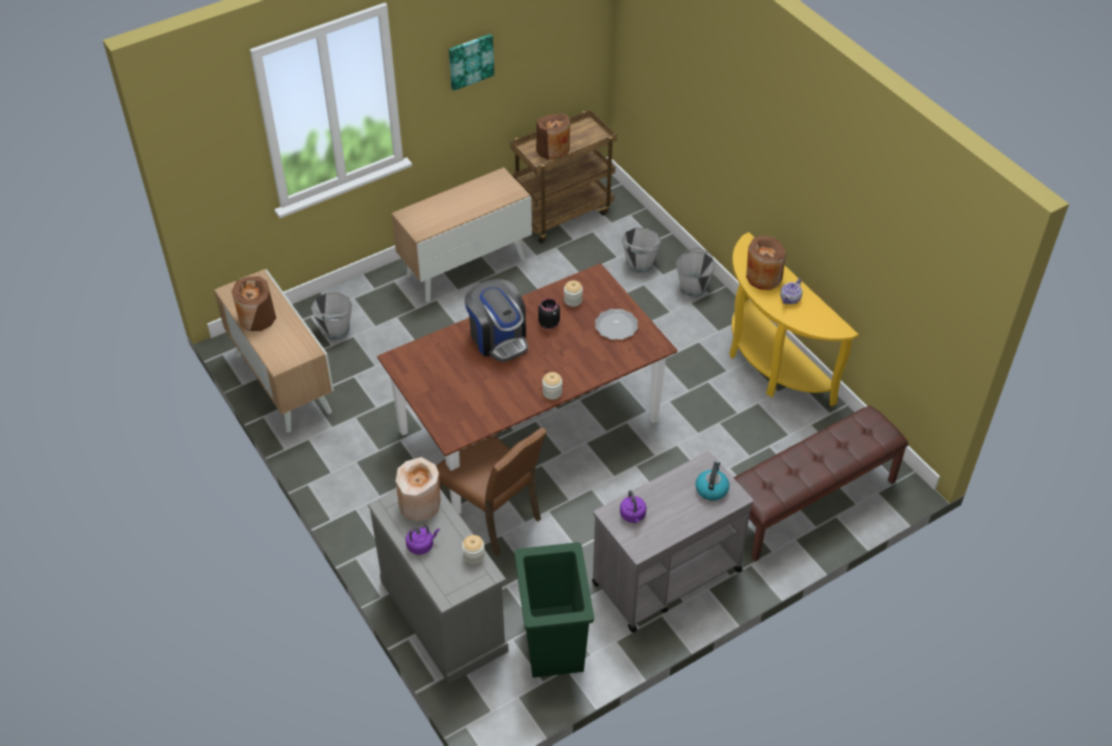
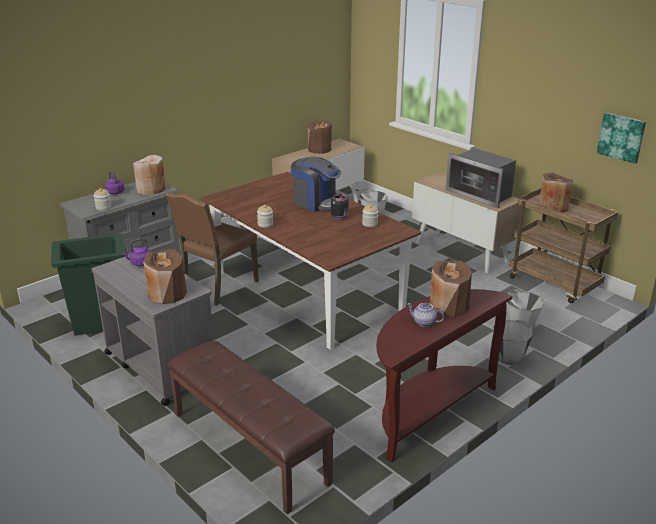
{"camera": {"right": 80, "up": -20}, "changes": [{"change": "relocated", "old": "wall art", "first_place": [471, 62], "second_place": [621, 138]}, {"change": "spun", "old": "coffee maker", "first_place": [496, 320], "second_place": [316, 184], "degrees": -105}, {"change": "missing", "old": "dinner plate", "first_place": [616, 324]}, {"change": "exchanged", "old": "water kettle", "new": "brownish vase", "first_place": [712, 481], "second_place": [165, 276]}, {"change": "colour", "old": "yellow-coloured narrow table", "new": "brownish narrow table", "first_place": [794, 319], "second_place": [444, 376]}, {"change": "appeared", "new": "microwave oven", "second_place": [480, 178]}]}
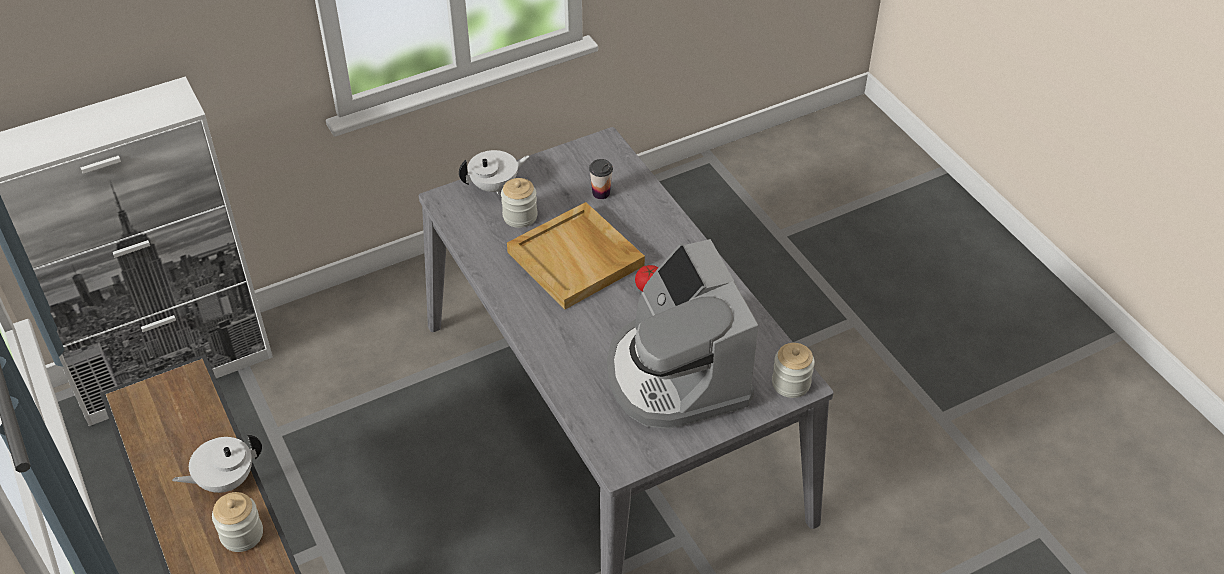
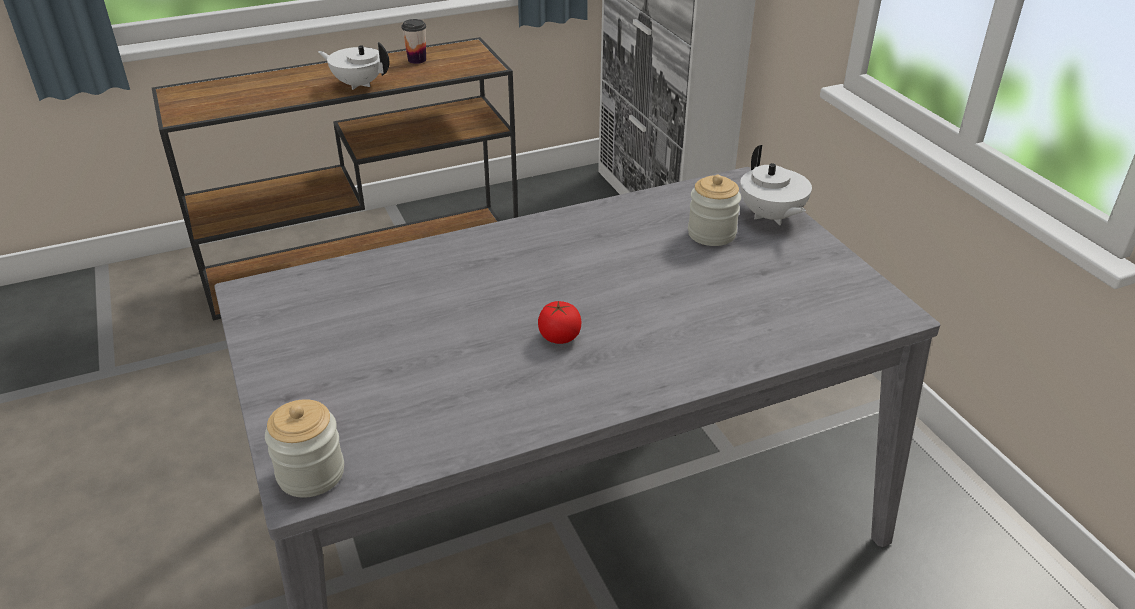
{"camera": {"right": 95, "up": -10}, "changes": [{"change": "spun", "old": "white-coloured tea pot", "first_place": [217, 464], "second_place": [354, 66], "degrees": -45}, {"change": "missing", "old": "preserve jar", "first_place": [237, 522]}, {"change": "missing", "old": "beige tray", "first_place": [576, 256]}, {"change": "relocated", "old": "small cup", "first_place": [601, 179], "second_place": [413, 41]}, {"change": "missing", "old": "coffee maker", "first_place": [682, 334]}]}
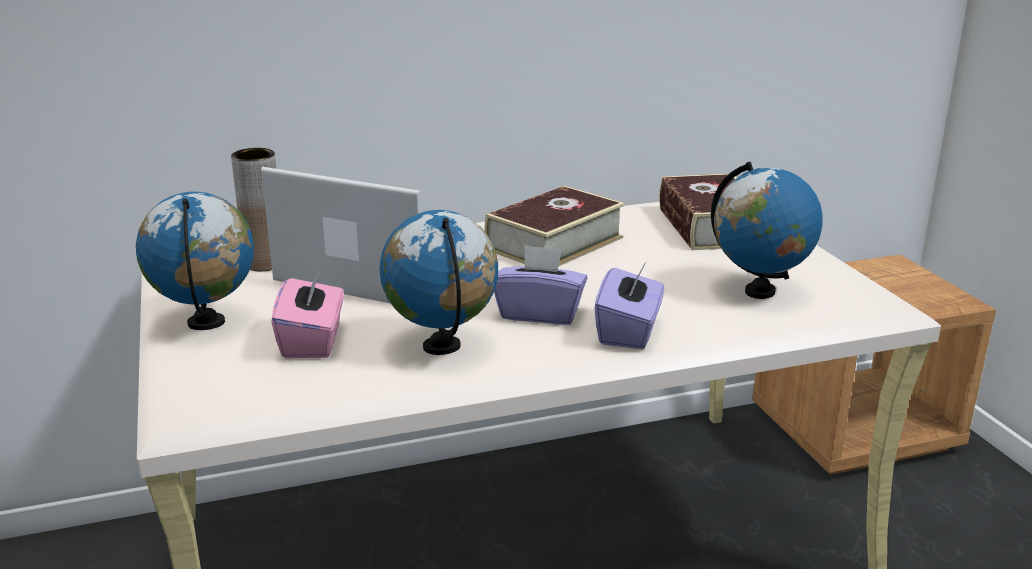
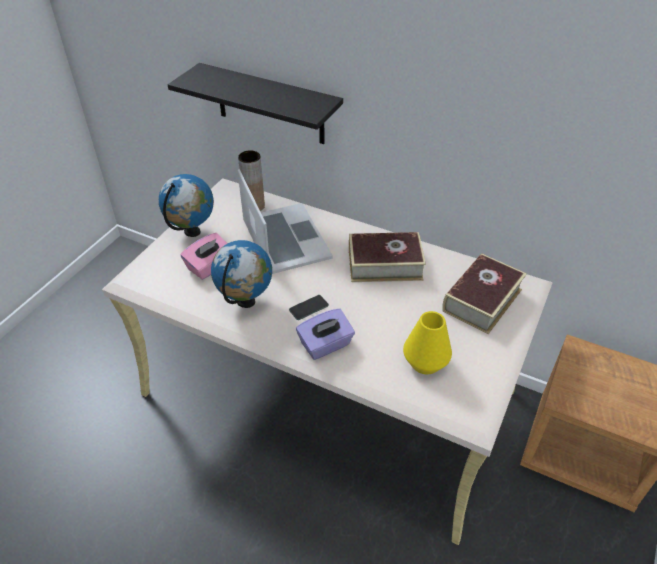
{"camera": {"right": 45, "up": 20}, "changes": [{"change": "exchanged", "old": "purple box of tissues", "new": "telephone", "first_place": [540, 285], "second_place": [309, 307]}, {"change": "exchanged", "old": "world globe", "new": "yellow-coloured vase", "first_place": [767, 230], "second_place": [427, 342]}, {"change": "appeared", "new": "black bracket shelf", "second_place": [255, 103]}]}
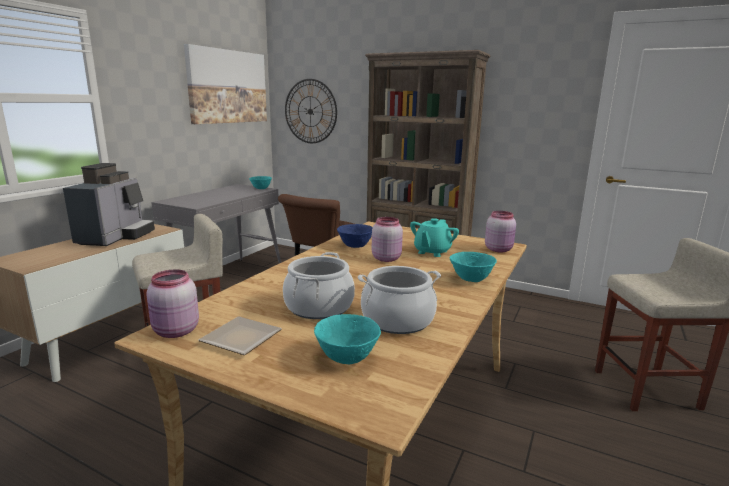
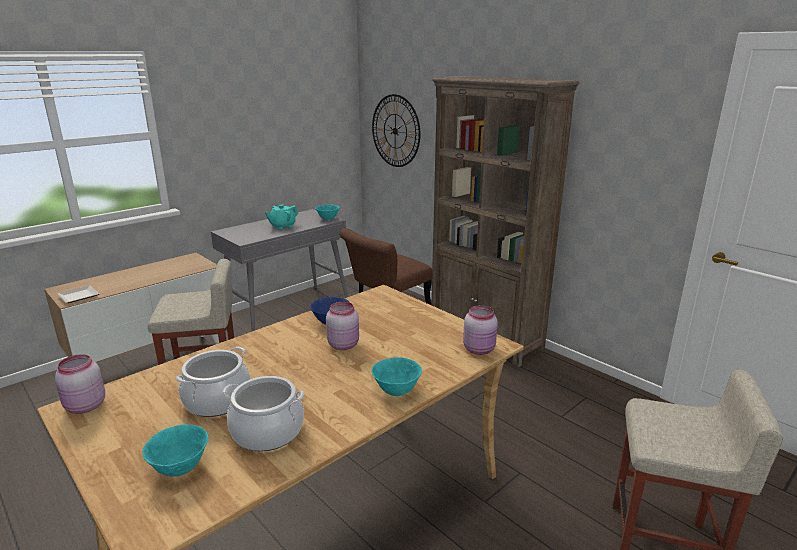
{"camera": {"right": 20, "up": 5}, "changes": [{"change": "missing", "old": "coffee maker", "first_place": [109, 204]}, {"change": "missing", "old": "wall art", "first_place": [225, 84]}, {"change": "relocated", "old": "dinner plate", "first_place": [240, 336], "second_place": [78, 294]}, {"change": "relocated", "old": "blue-green tea pot", "first_place": [434, 237], "second_place": [281, 217]}]}
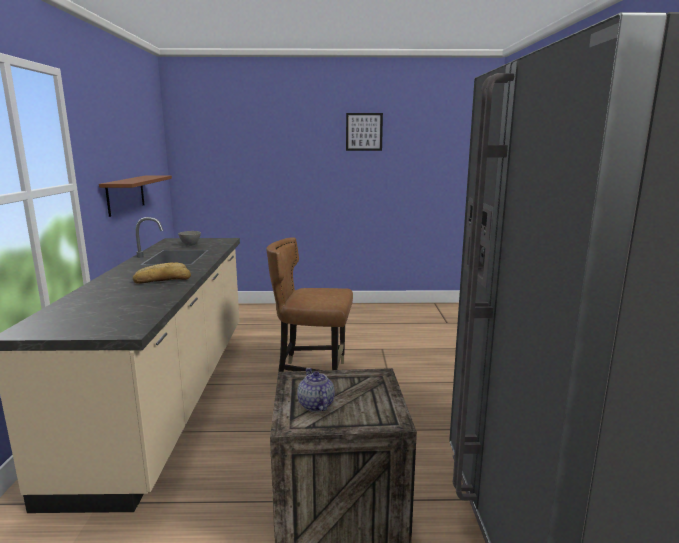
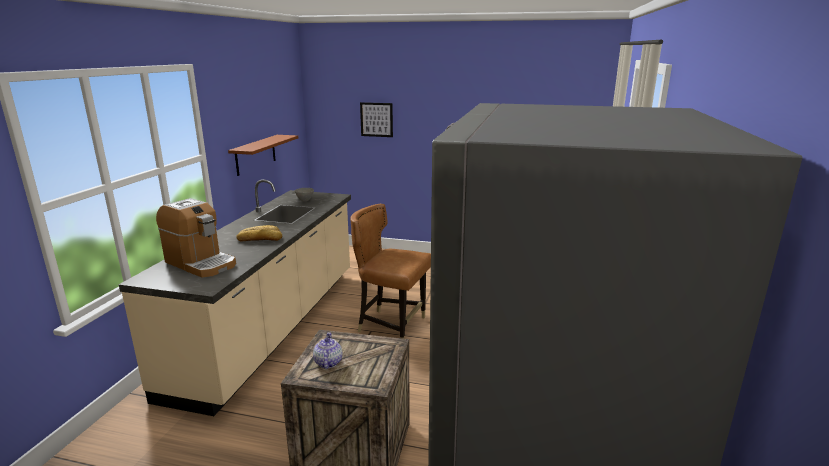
{"camera": {"right": 15, "up": 5}, "changes": [{"change": "relocated", "old": "wall art", "first_place": [364, 132], "second_place": [376, 119]}, {"change": "appeared", "new": "coffee maker", "second_place": [196, 237]}]}
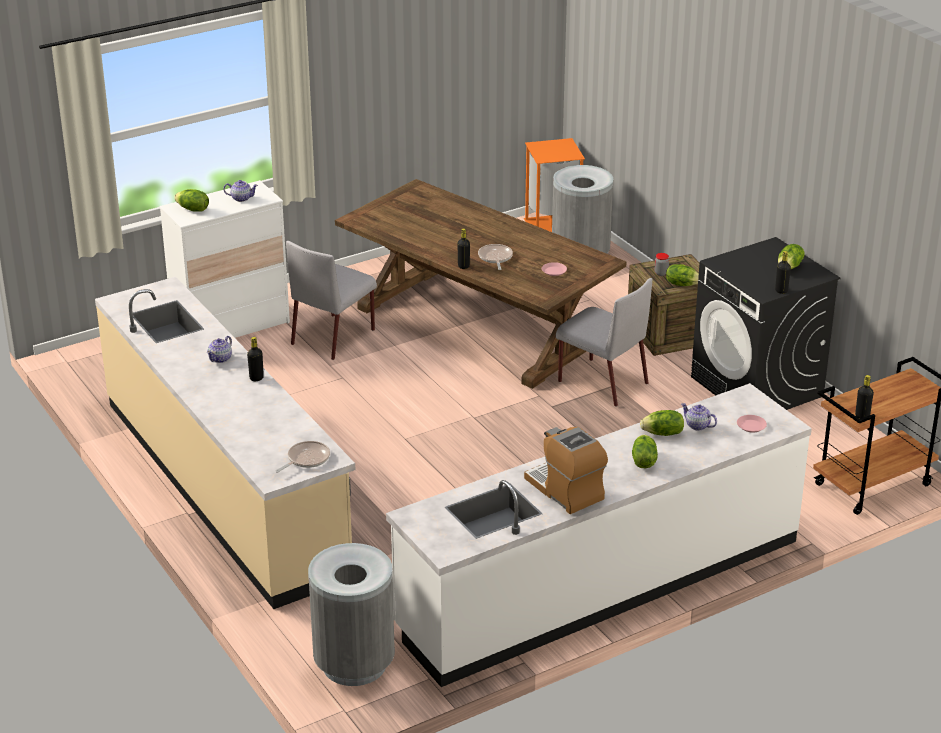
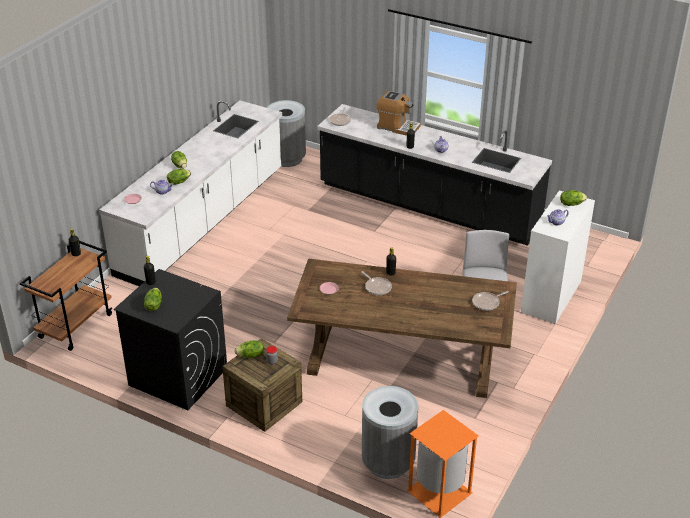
{"camera": {"right": 150, "up": 5}, "changes": [{"change": "colour", "old": "beige counter", "new": "black counter", "first_place": [225, 443], "second_place": [434, 175]}, {"change": "relocated", "old": "coffee maker", "first_place": [566, 470], "second_place": [398, 113]}, {"change": "missing", "old": "gray upright chair", "first_place": [604, 342]}, {"change": "appeared", "new": "skillet", "second_place": [490, 301]}]}
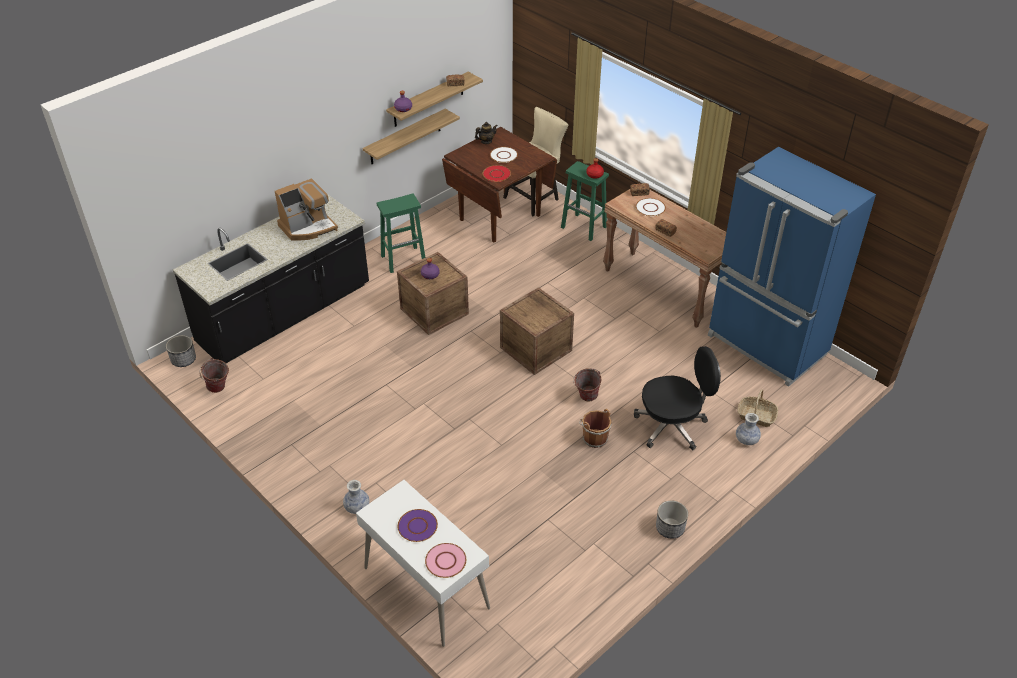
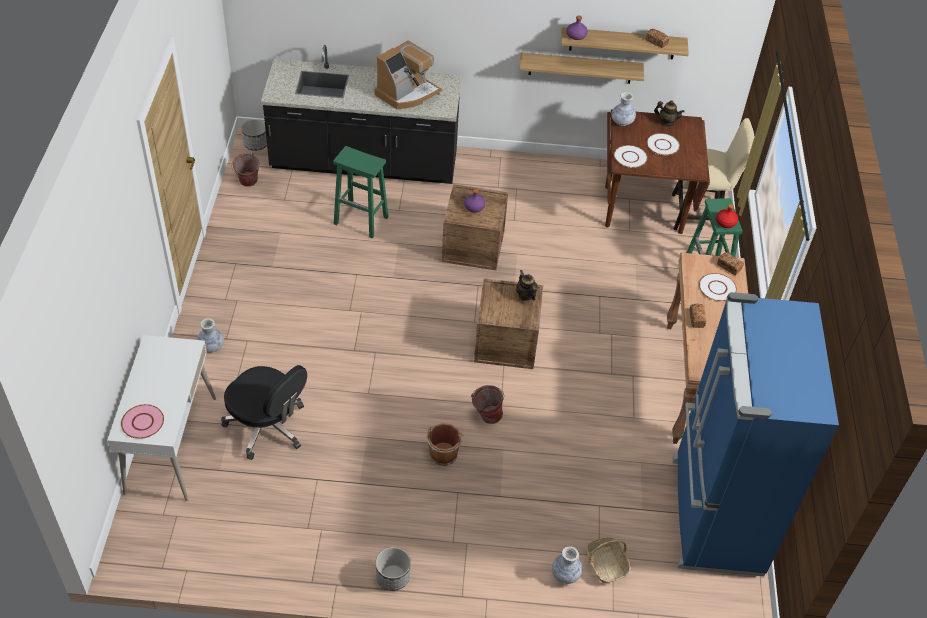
{"camera": {"right": 45, "up": 5}, "changes": [{"change": "spun", "old": "coffee maker", "first_place": [306, 209], "second_place": [408, 74], "degrees": -60}, {"change": "relocated", "old": "greenish sitting stool", "first_place": [401, 233], "second_place": [361, 192]}, {"change": "missing", "old": "purple dinner plate", "first_place": [418, 525]}, {"change": "colour", "old": "red-coloured dinner plate", "new": "white-coloured dinner plate", "first_place": [497, 173], "second_place": [630, 156]}, {"change": "relocated", "old": "black desk chair", "first_place": [677, 398], "second_place": [264, 412]}, {"change": "appeared", "new": "tea pot", "second_place": [527, 285]}, {"change": "appeared", "new": "vase", "second_place": [624, 109]}]}
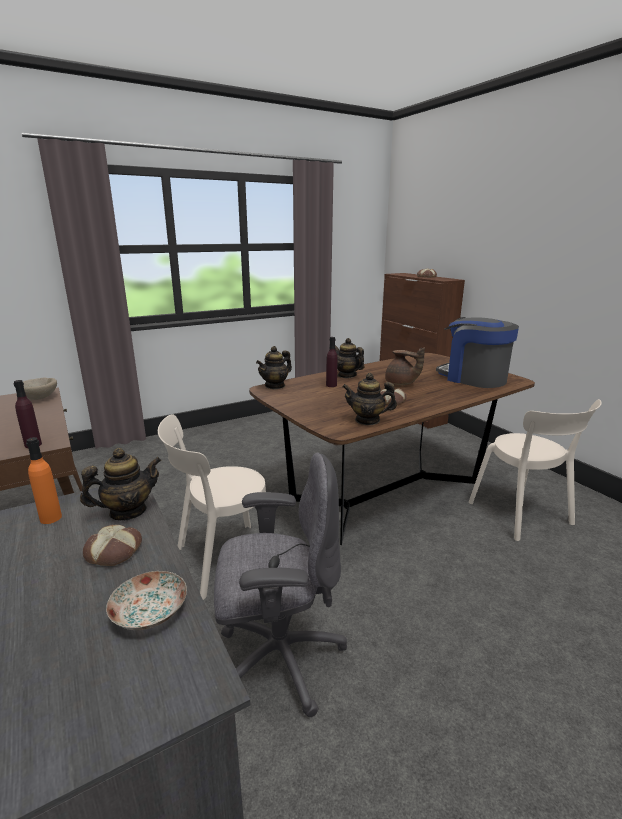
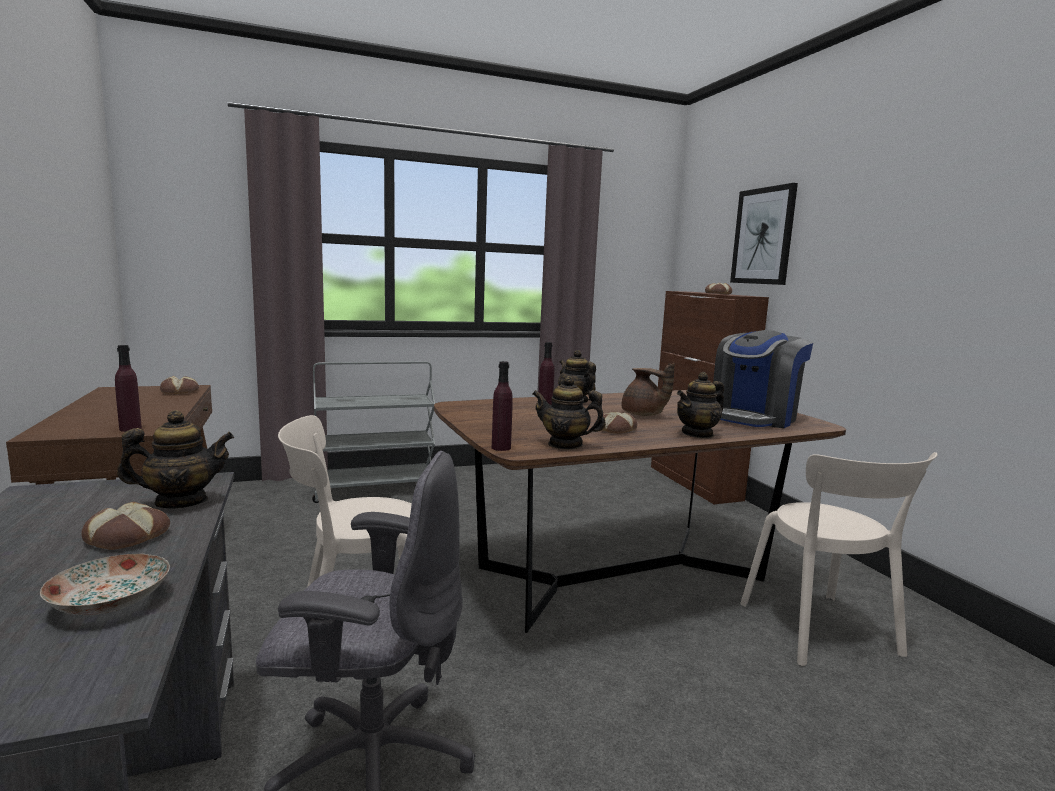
{"camera": {"right": 10, "up": -10}, "changes": [{"change": "exchanged", "old": "beige serving bowl", "new": "bread", "first_place": [40, 389], "second_place": [179, 385]}, {"change": "missing", "old": "orangey beverage bottle", "first_place": [44, 480]}, {"change": "relocated", "old": "tea pot", "first_place": [274, 367], "second_place": [700, 405]}, {"change": "spun", "old": "coffee maker", "first_place": [477, 352], "second_place": [763, 379], "degrees": -105}, {"change": "appeared", "new": "gray trolley", "second_place": [373, 432]}, {"change": "appeared", "new": "purple beverage bottle", "second_place": [502, 406]}, {"change": "appeared", "new": "wall art", "second_place": [764, 234]}]}
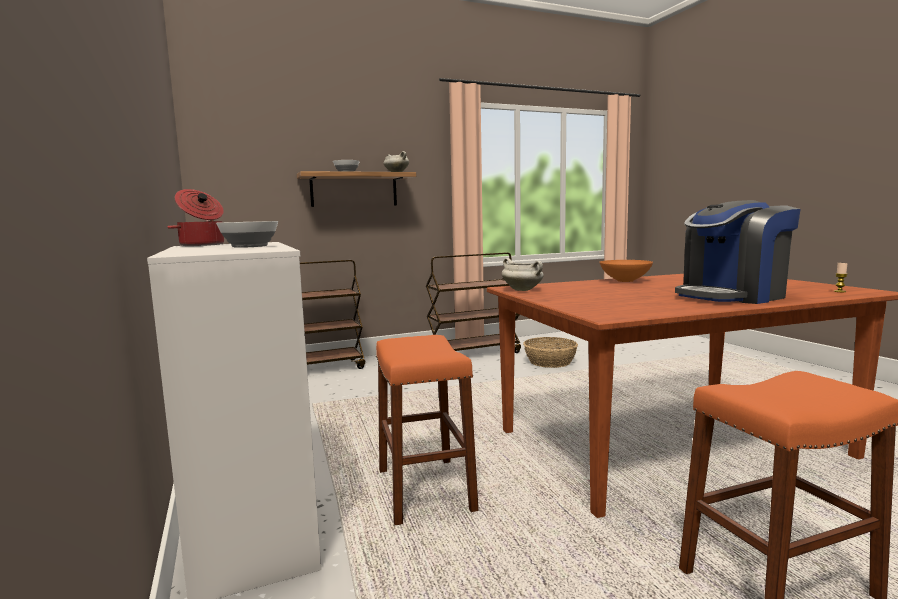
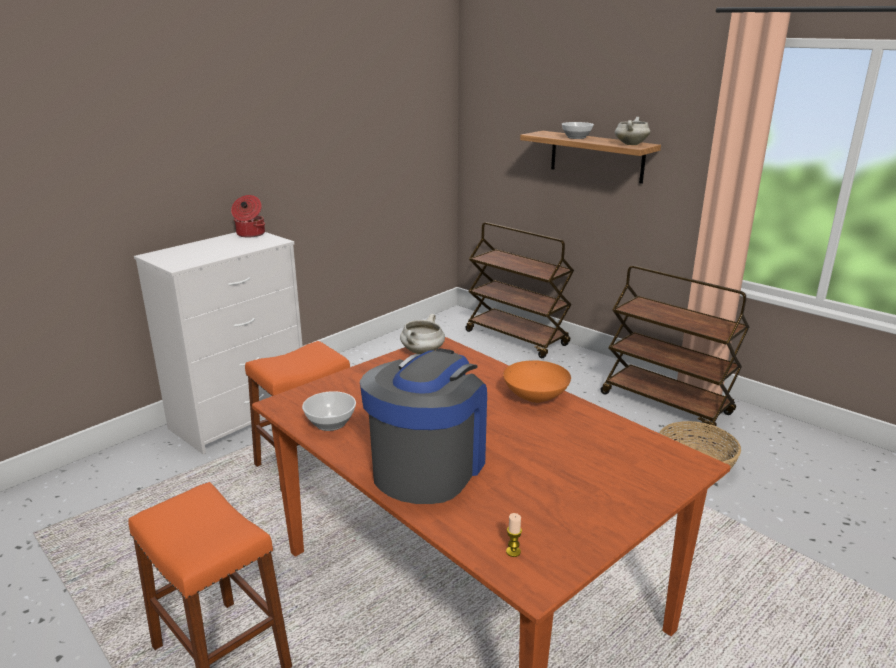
{"camera": {"right": 65, "up": 15}, "changes": [{"change": "relocated", "old": "serving bowl", "first_place": [247, 234], "second_place": [329, 411]}, {"change": "spun", "old": "coffee maker", "first_place": [738, 252], "second_place": [423, 426], "degrees": 75}]}
